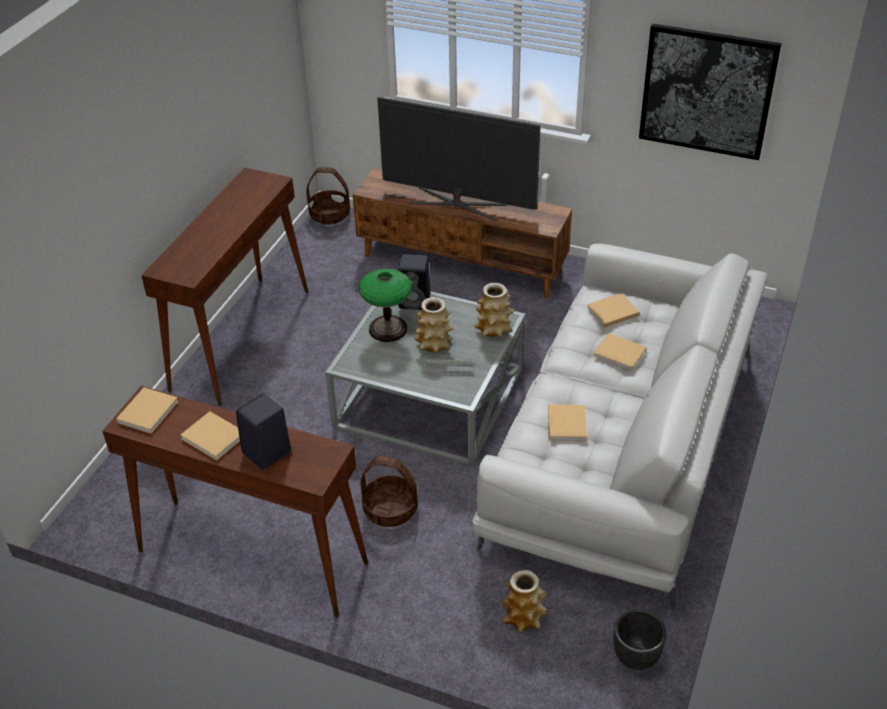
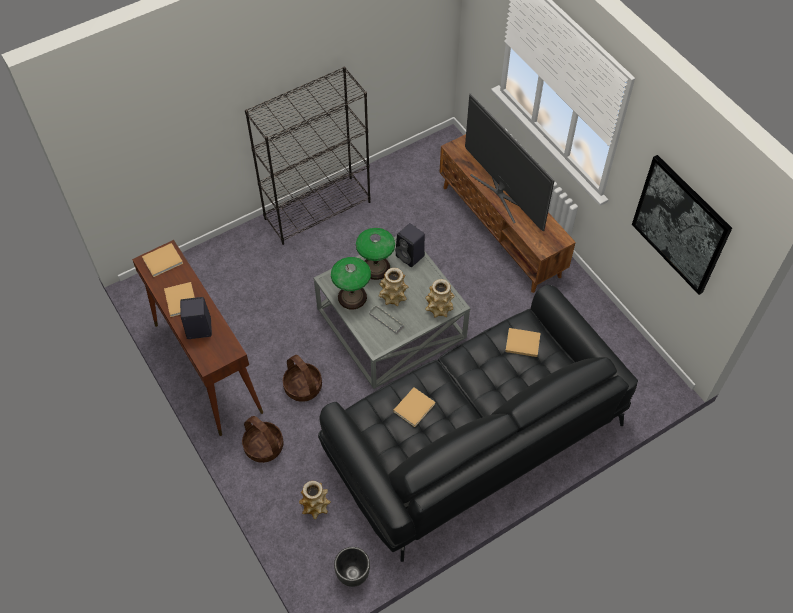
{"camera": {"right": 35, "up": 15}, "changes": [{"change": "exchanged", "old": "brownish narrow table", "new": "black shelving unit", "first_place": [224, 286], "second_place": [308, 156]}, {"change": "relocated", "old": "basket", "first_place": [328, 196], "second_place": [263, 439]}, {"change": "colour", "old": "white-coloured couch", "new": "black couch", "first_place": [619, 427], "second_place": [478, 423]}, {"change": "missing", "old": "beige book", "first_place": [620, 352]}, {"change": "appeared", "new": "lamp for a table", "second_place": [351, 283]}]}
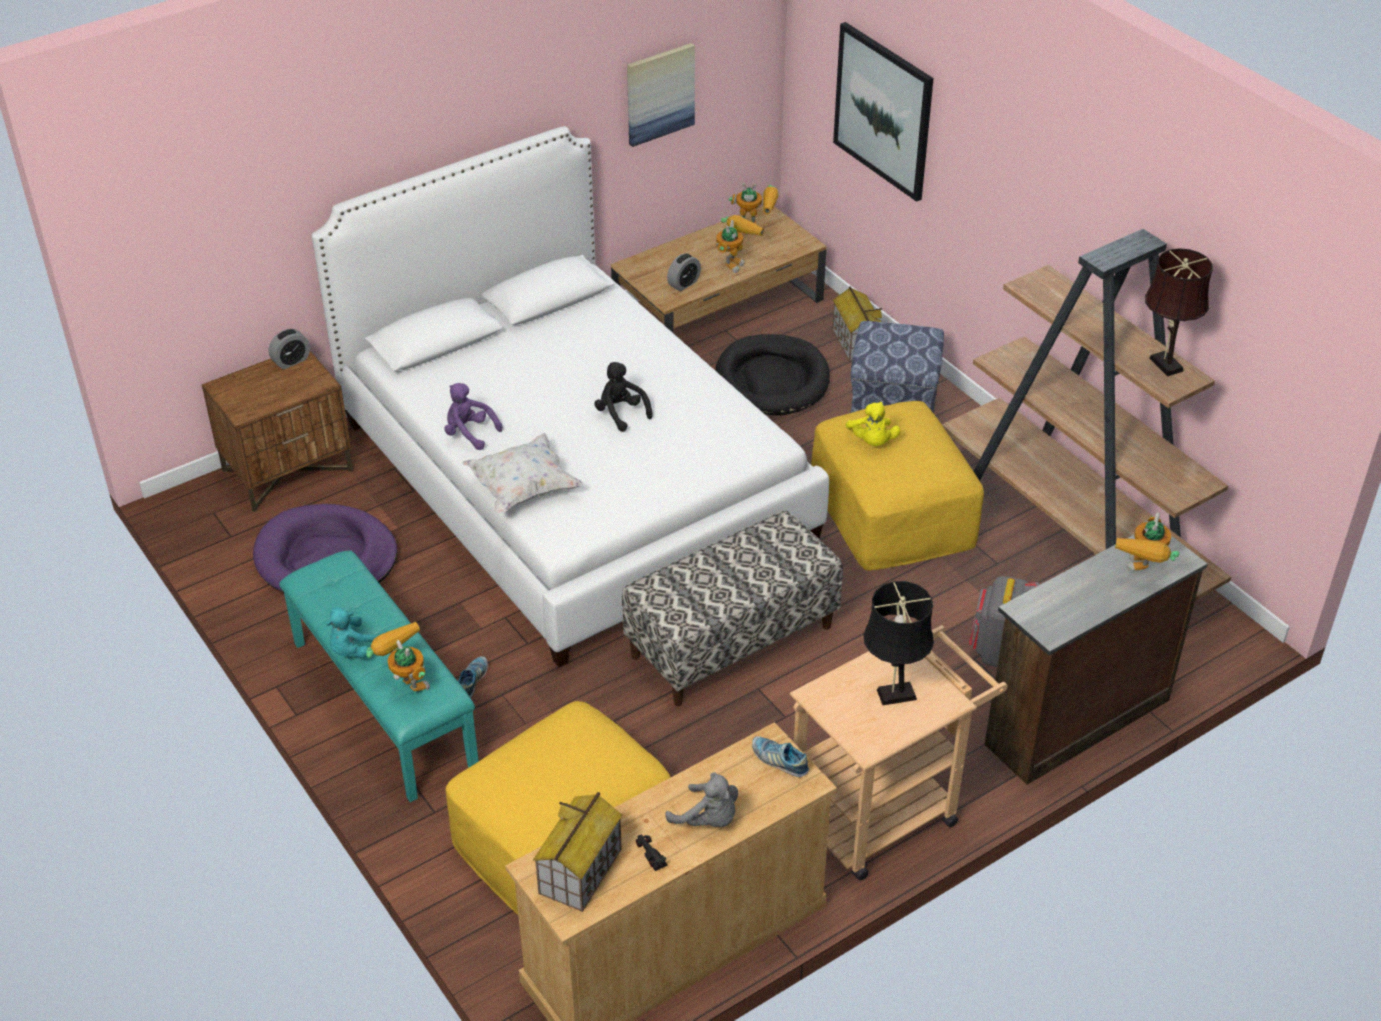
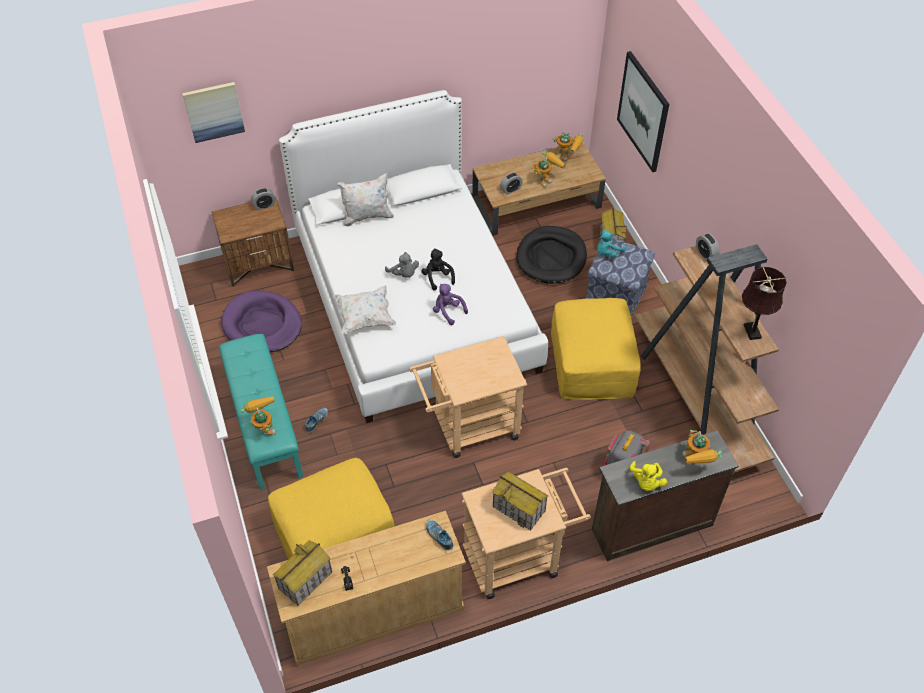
{"camera": {"right": 15, "up": 10}, "changes": [{"change": "relocated", "old": "blue-green plush toy", "first_place": [356, 632], "second_place": [611, 244]}, {"change": "relocated", "old": "purple plush toy", "first_place": [473, 416], "second_place": [450, 304]}, {"change": "exchanged", "old": "indoor bench", "new": "beige trolley", "first_place": [732, 608], "second_place": [468, 397]}, {"change": "relocated", "old": "wall art", "first_place": [661, 95], "second_place": [213, 112]}, {"change": "relocated", "old": "gray plush toy", "first_place": [701, 799], "second_place": [402, 265]}, {"change": "relocated", "old": "yellow-coloured plush toy", "first_place": [873, 424], "second_place": [648, 476]}, {"change": "exchanged", "old": "black lamp for a table", "new": "miniature house", "first_place": [898, 643], "second_place": [520, 501]}, {"change": "spun", "old": "toy robot", "first_place": [1147, 542], "second_place": [702, 448], "degrees": -45}, {"change": "appeared", "new": "white-coloured pillow", "second_place": [365, 199]}, {"change": "appeared", "new": "bedside clock", "second_place": [708, 247]}]}
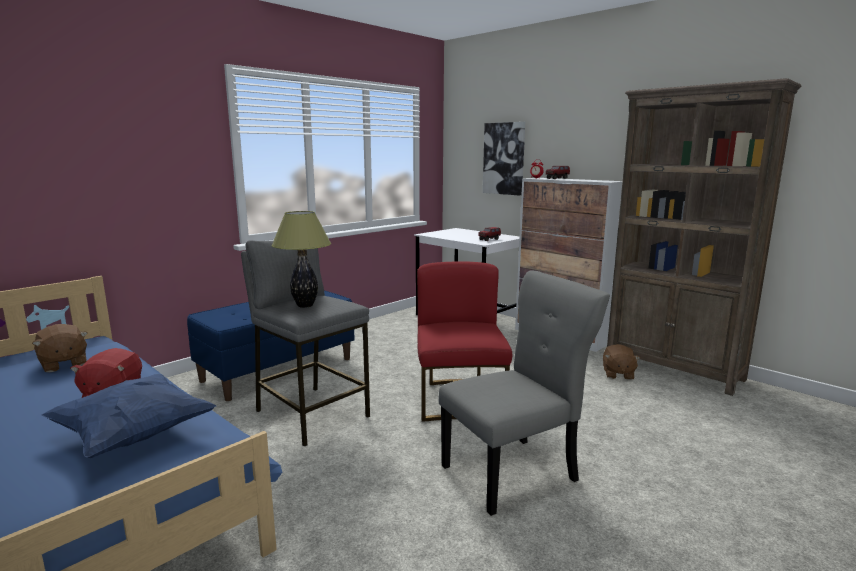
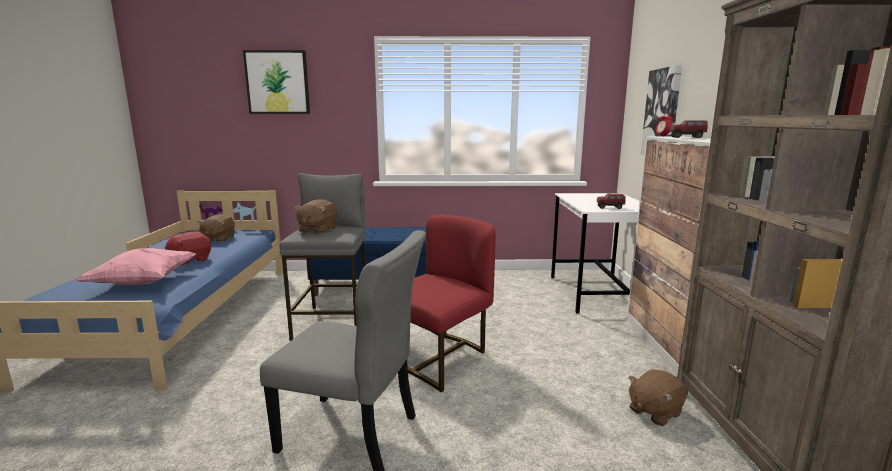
{"camera": {"right": 45, "up": 0}, "changes": [{"change": "colour", "old": "bluish pillow", "new": "pink pillow", "first_place": [129, 416], "second_place": [136, 266]}, {"change": "exchanged", "old": "lamp for a table", "new": "brownish plush toy", "first_place": [301, 259], "second_place": [315, 216]}, {"change": "appeared", "new": "wall art", "second_place": [276, 82]}]}
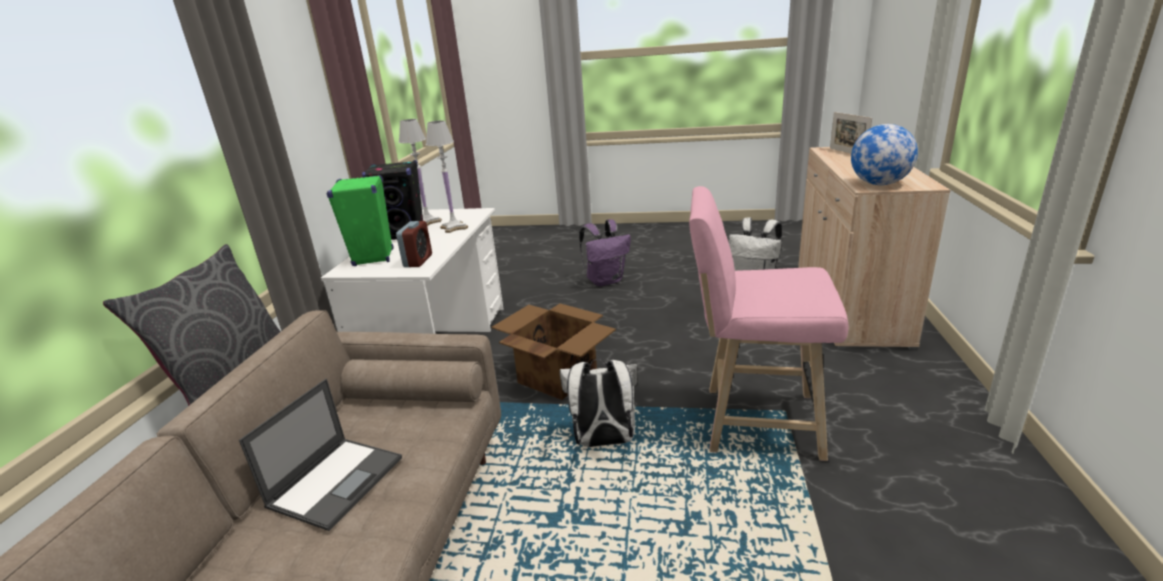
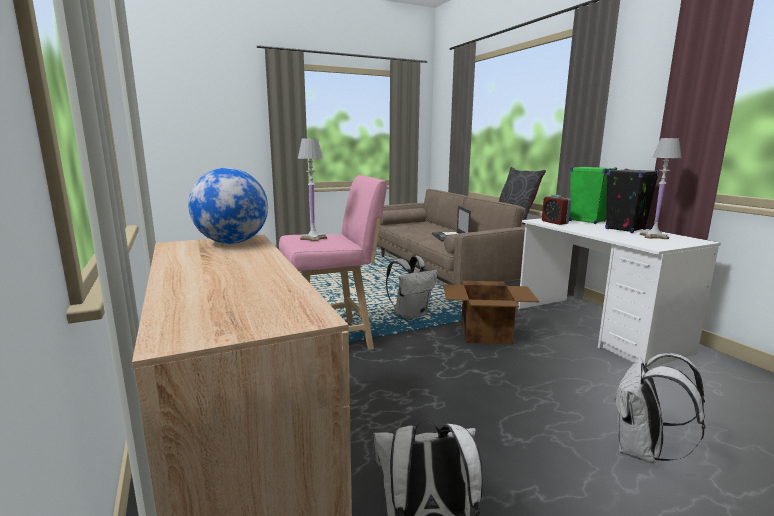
{"camera": {"right": 145, "up": -10}, "changes": [{"change": "relocated", "old": "white-coloured lamp for a table", "first_place": [447, 176], "second_place": [312, 190]}, {"change": "colour", "old": "purple rucksack", "new": "white-coloured rucksack", "first_place": [605, 253], "second_place": [659, 408]}, {"change": "missing", "old": "picture frame", "first_place": [851, 132]}]}
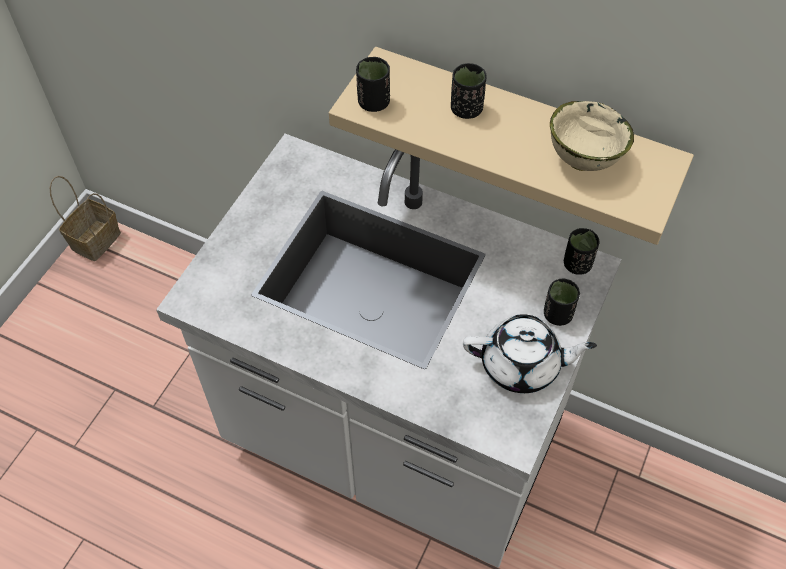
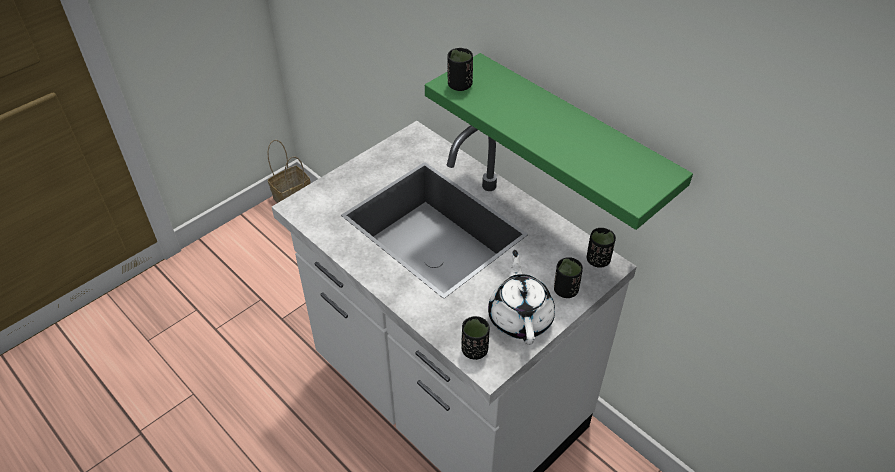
{"camera": {"right": 20, "up": -10}, "changes": [{"change": "colour", "old": "beige bracket shelf", "new": "greenish bracket shelf", "first_place": [511, 146], "second_place": [559, 141]}, {"change": "relocated", "old": "black small cup", "first_place": [469, 91], "second_place": [476, 338]}, {"change": "spun", "old": "white-coloured tea pot", "first_place": [530, 353], "second_place": [521, 297], "degrees": -120}, {"change": "missing", "old": "beige serving bowl", "first_place": [592, 136]}]}
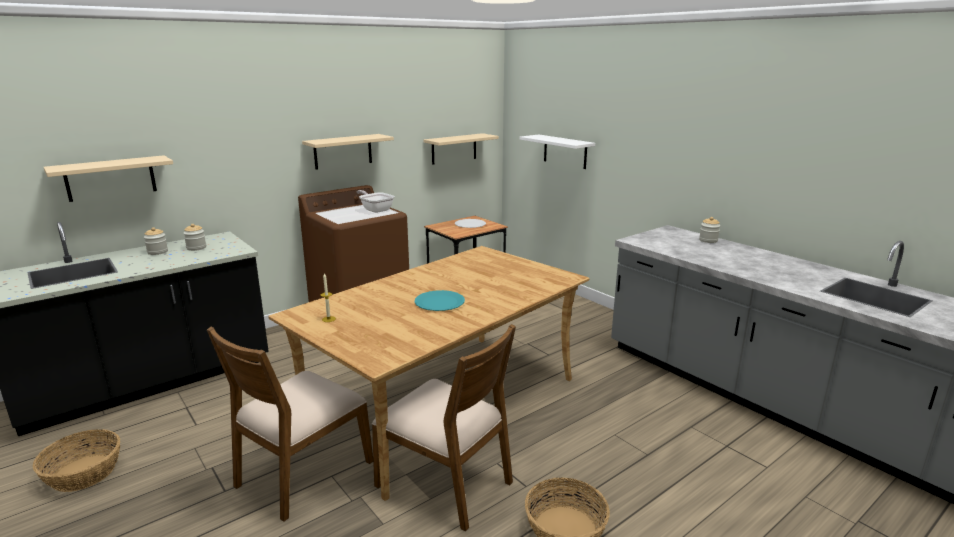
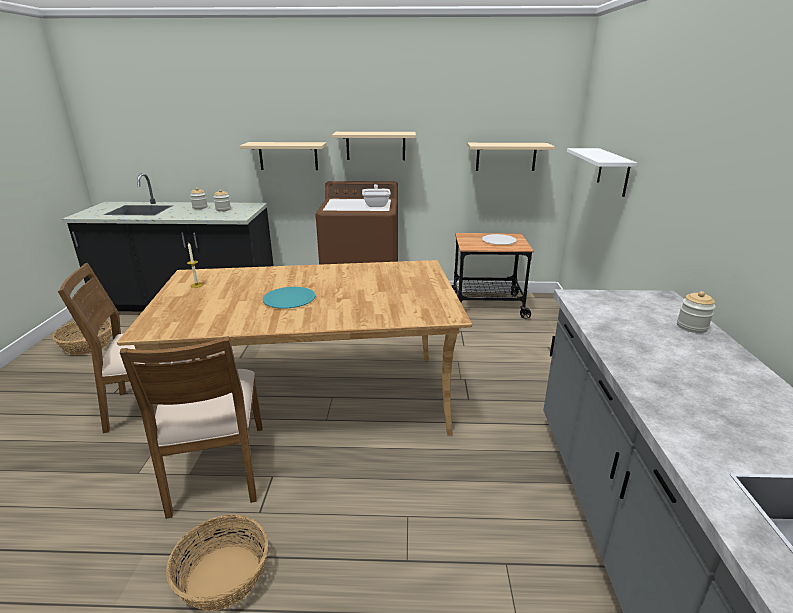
{"camera": {"right": 40, "up": 5}, "changes": [{"change": "relocated", "old": "beige bracket shelf", "first_place": [108, 178], "second_place": [283, 156]}]}
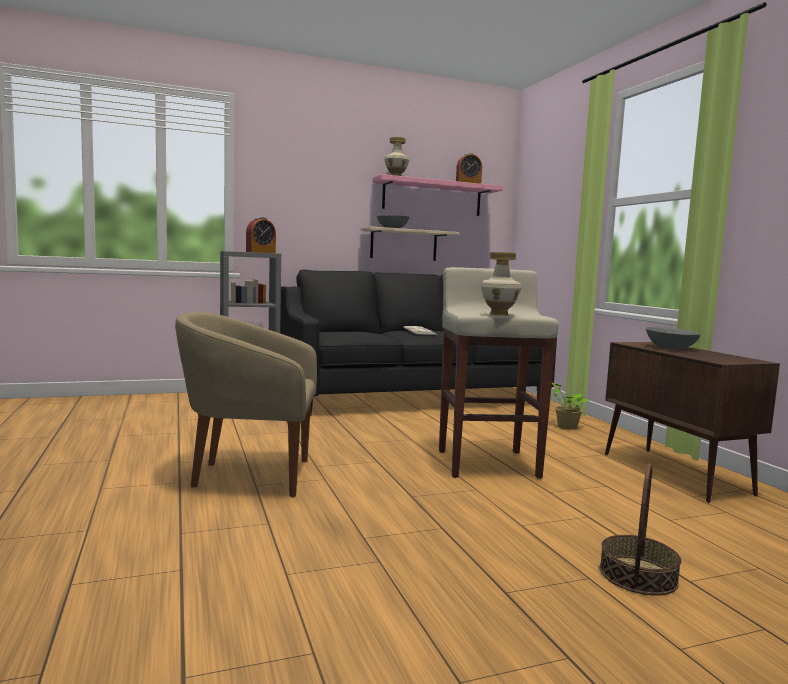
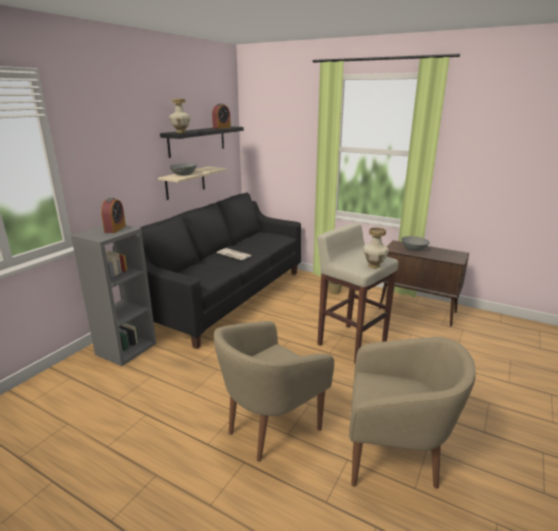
{"camera": {"right": -40, "up": 15}, "changes": [{"change": "colour", "old": "pink bracket shelf", "new": "black bracket shelf", "first_place": [438, 195], "second_place": [202, 142]}, {"change": "missing", "old": "basket", "first_place": [640, 529]}, {"change": "appeared", "new": "beige lounge chair", "second_place": [412, 413]}]}
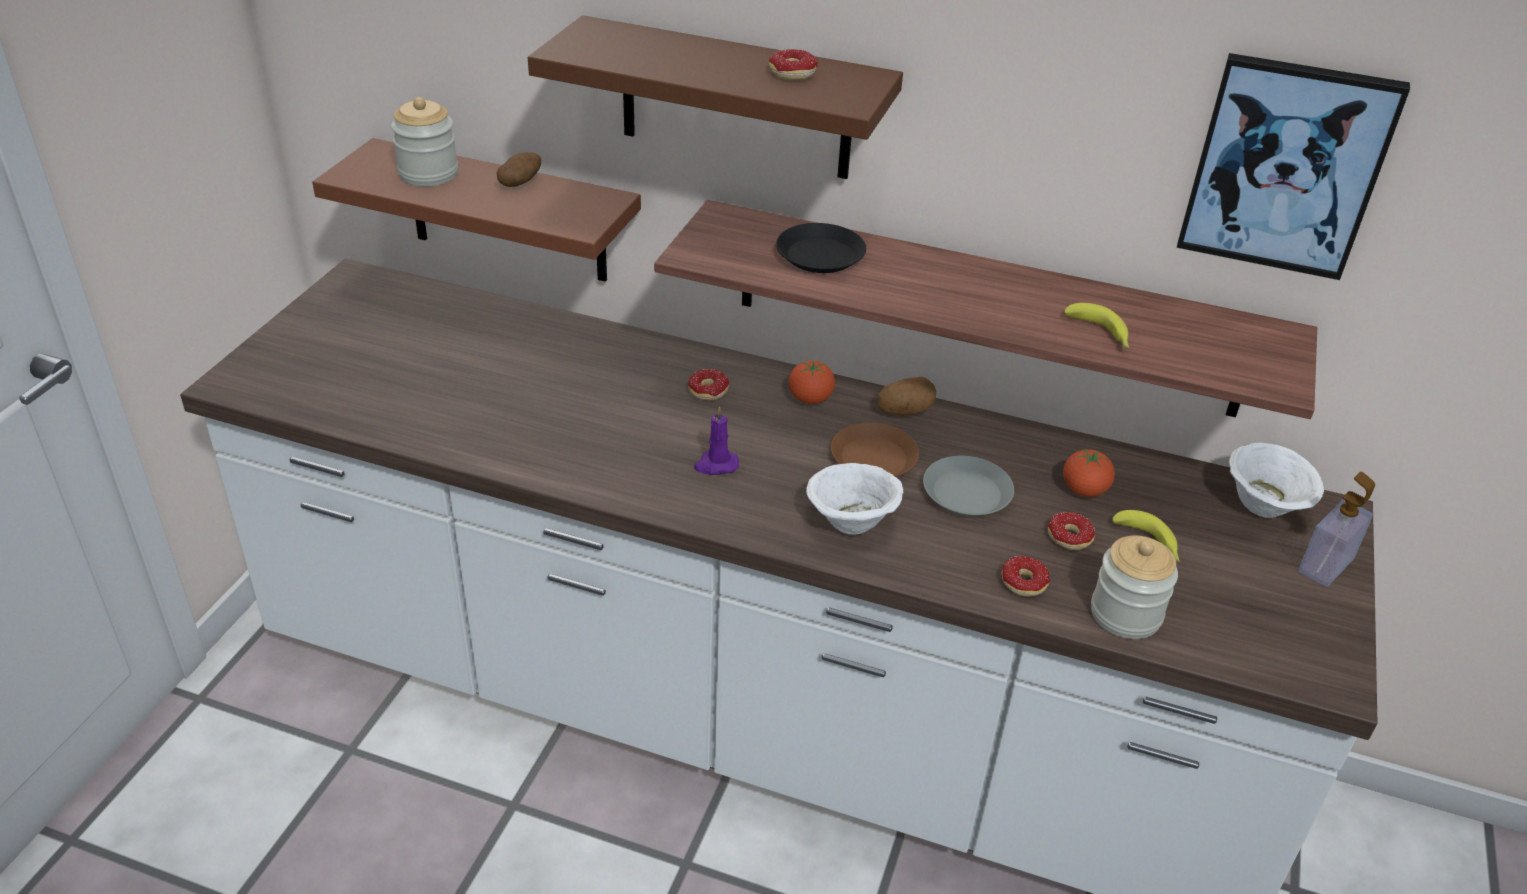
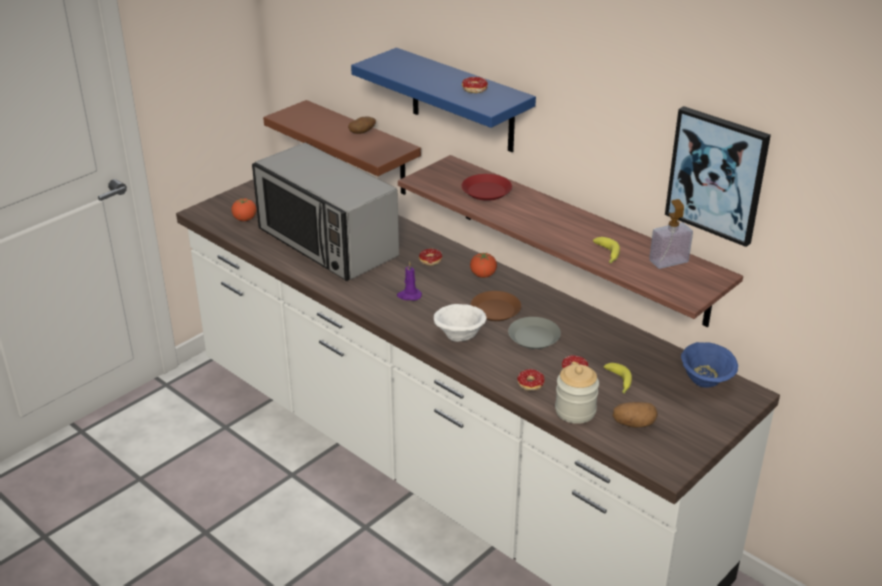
{"camera": {"right": 25, "up": -5}, "changes": [{"change": "missing", "old": "preserve jar", "first_place": [424, 141]}, {"change": "colour", "old": "brownish bracket shelf", "new": "bluish bracket shelf", "first_place": [715, 97], "second_place": [443, 100]}, {"change": "colour", "old": "black dinner plate", "new": "red-coloured dinner plate", "first_place": [821, 248], "second_place": [487, 187]}, {"change": "relocated", "old": "spud", "first_place": [906, 396], "second_place": [635, 415]}, {"change": "relocated", "old": "fresh tomato", "first_place": [1089, 473], "second_place": [244, 209]}, {"change": "colour", "old": "white-coloured serving bowl", "new": "bluish serving bowl", "first_place": [1276, 480], "second_place": [709, 365]}, {"change": "relocated", "old": "soap dispenser", "first_place": [1337, 529], "second_place": [671, 234]}, {"change": "appeared", "new": "microwave oven", "second_place": [325, 212]}]}
